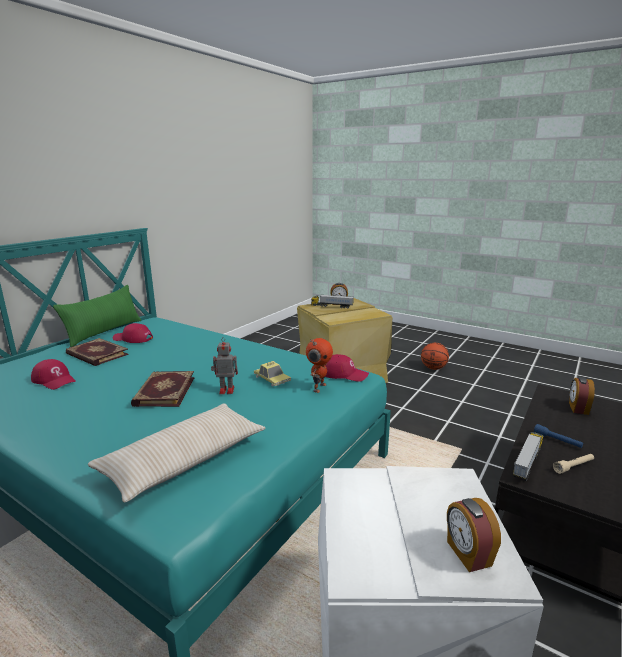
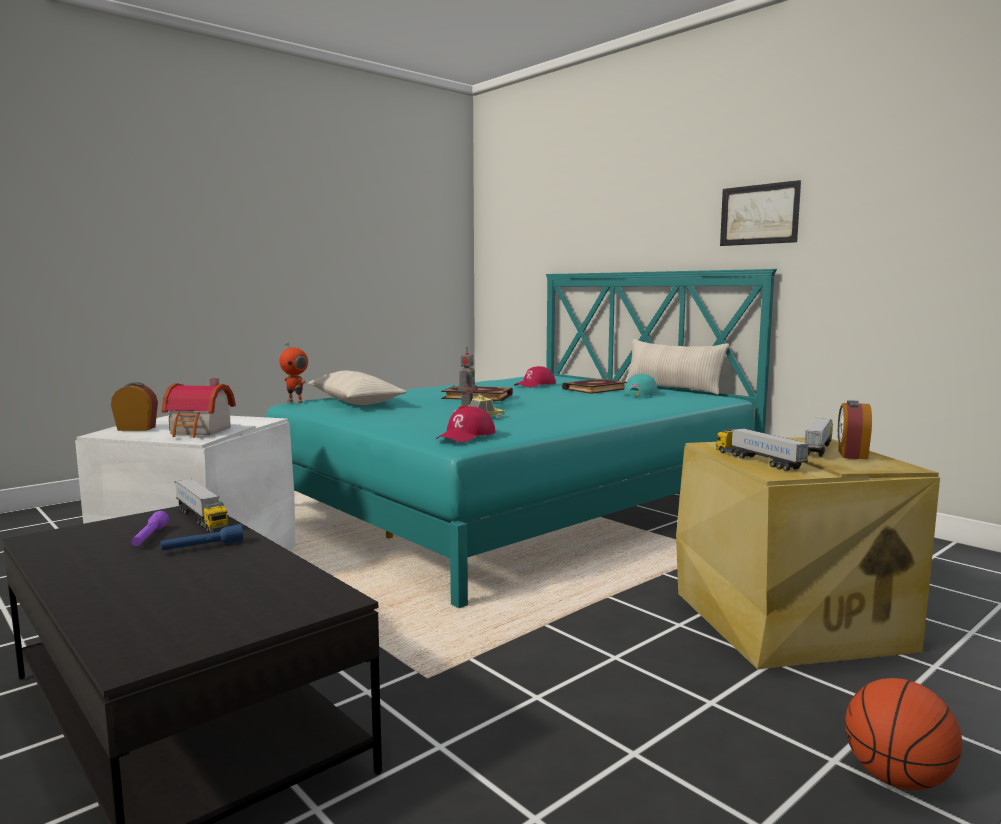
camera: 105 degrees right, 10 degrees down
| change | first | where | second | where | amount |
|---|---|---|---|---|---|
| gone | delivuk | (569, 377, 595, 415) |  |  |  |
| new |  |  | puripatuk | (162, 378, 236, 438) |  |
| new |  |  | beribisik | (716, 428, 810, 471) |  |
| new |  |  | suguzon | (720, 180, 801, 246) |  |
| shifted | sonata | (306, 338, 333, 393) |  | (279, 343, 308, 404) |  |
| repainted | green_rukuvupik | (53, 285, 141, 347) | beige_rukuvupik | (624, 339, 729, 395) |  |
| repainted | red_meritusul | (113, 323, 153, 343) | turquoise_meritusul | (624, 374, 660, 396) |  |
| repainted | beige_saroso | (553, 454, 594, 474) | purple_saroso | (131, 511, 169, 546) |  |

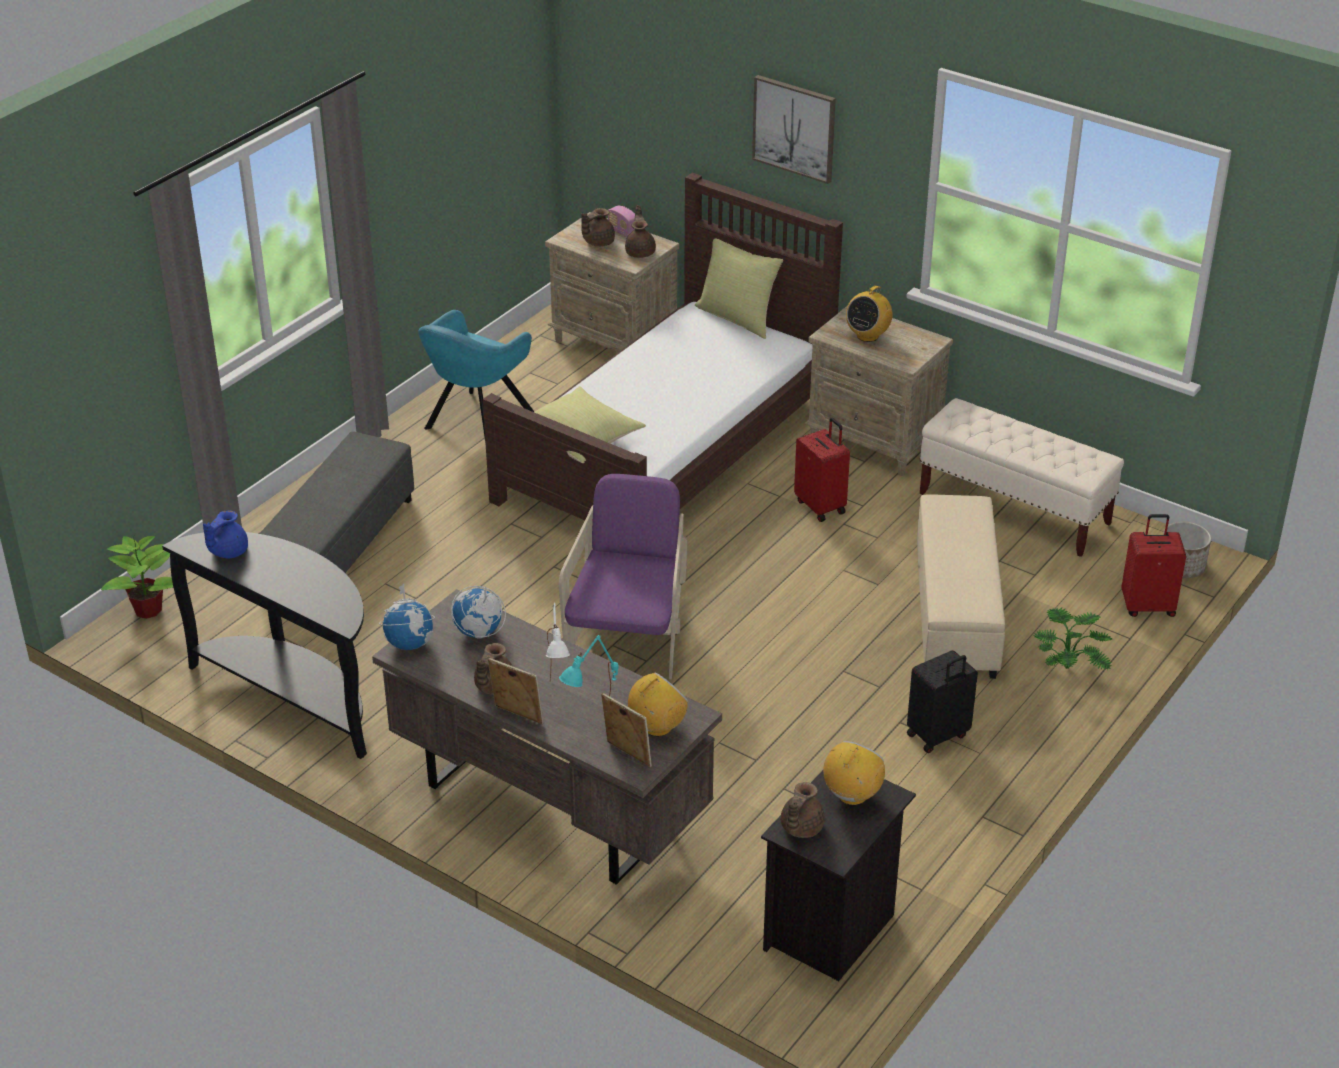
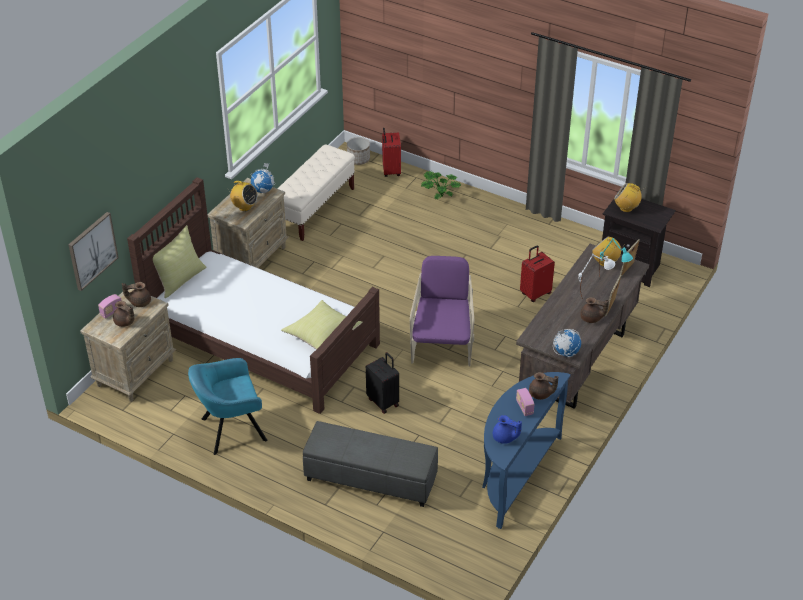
camera: 95 degrees left, 5 degrees up
| change | first | where | second | where | amount |
|---|---|---|---|---|---|
| gone | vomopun | (101, 536, 173, 619) |  |  |  |
| gone | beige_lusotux | (917, 494, 1005, 679) |  |  |  |
| new |  |  | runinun | (516, 388, 534, 416) |  |
| shifted | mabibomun | (451, 586, 506, 639) |  | (251, 163, 275, 193) |  |
| shifted | suguzon | (752, 75, 836, 184) |  | (68, 212, 119, 291) |  |
| shifted | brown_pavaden | (780, 782, 825, 838) |  | (529, 372, 558, 400) |  |
| shifted | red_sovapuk | (794, 418, 850, 522) |  | (520, 245, 555, 302) |  |
| shifted | black_sovapuk | (907, 650, 978, 753) |  | (366, 352, 399, 414) |  |
| repainted | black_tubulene | (162, 532, 367, 759) | blue_tubulene | (482, 372, 571, 529) |  |
| rotated | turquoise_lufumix | (418, 310, 534, 444) |  | (188, 358, 268, 455) | 135 degrees clockwise |
| rotated | purple_lufumix | (559, 474, 688, 679) |  | (410, 256, 474, 367) | 90 degrees clockwise |

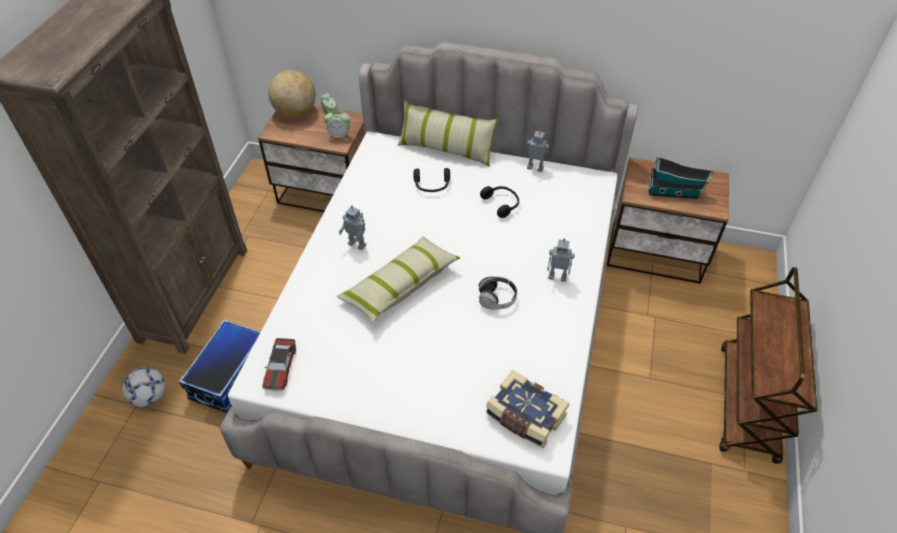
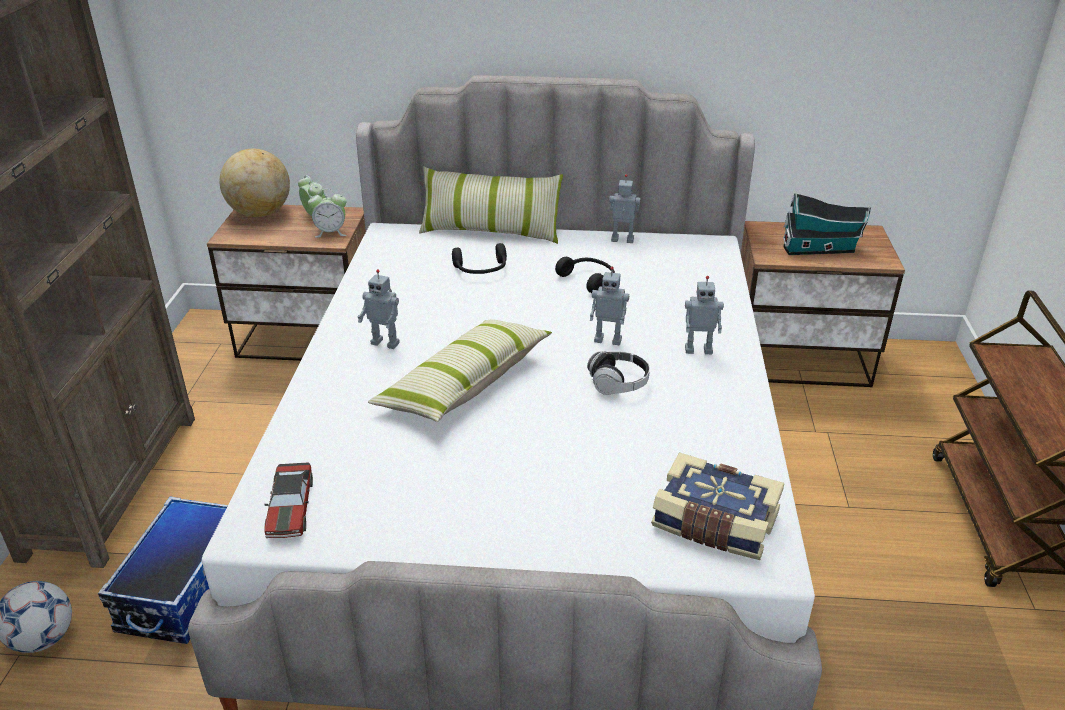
camera: 10 degrees left, 15 degrees down
| change | first | where | second | where | amount |
|---|---|---|---|---|---|
| new |  |  | sonata | (590, 267, 629, 345) |  |

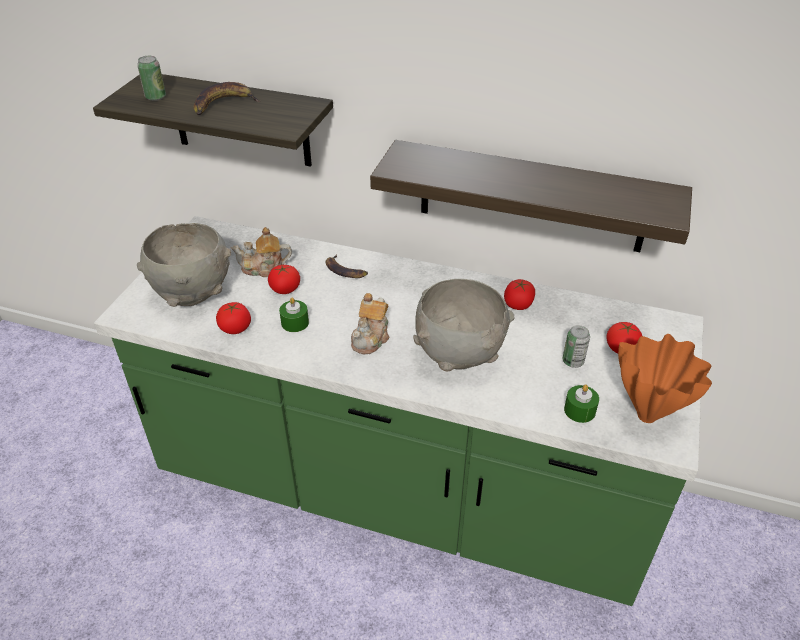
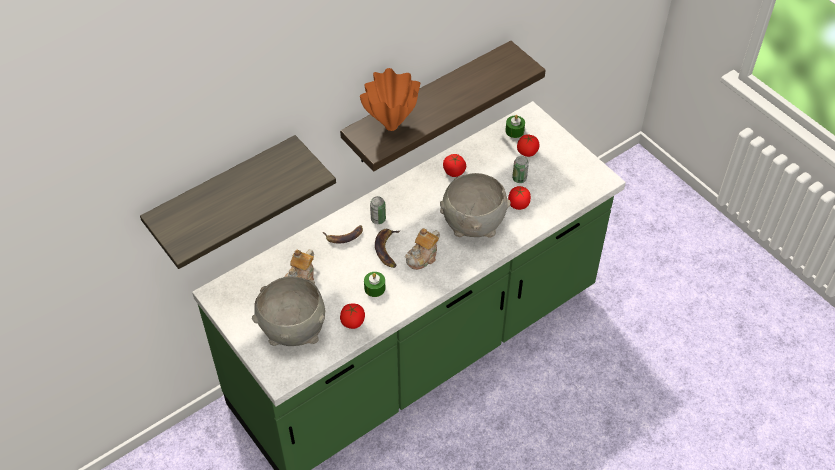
camera: 55 degrees left, 10 degrees up
| change | first | where | second | where | amount |
|---|---|---|---|---|---|
| shifted | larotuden | (137, 56, 166, 101) |  | (370, 196, 386, 224) |  |
| shifted | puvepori | (194, 82, 261, 115) |  | (375, 229, 400, 268) |  |
| shifted | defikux | (268, 265, 300, 294) |  | (508, 186, 531, 210) |  |
| shifted | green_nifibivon | (564, 385, 599, 423) |  | (505, 115, 525, 138) |  |
| shifted | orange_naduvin | (618, 334, 712, 423) |  | (360, 68, 420, 131) |  |
| rotated | pavaden | (351, 293, 390, 354) |  | (405, 228, 440, 270) | 75 degrees clockwise |

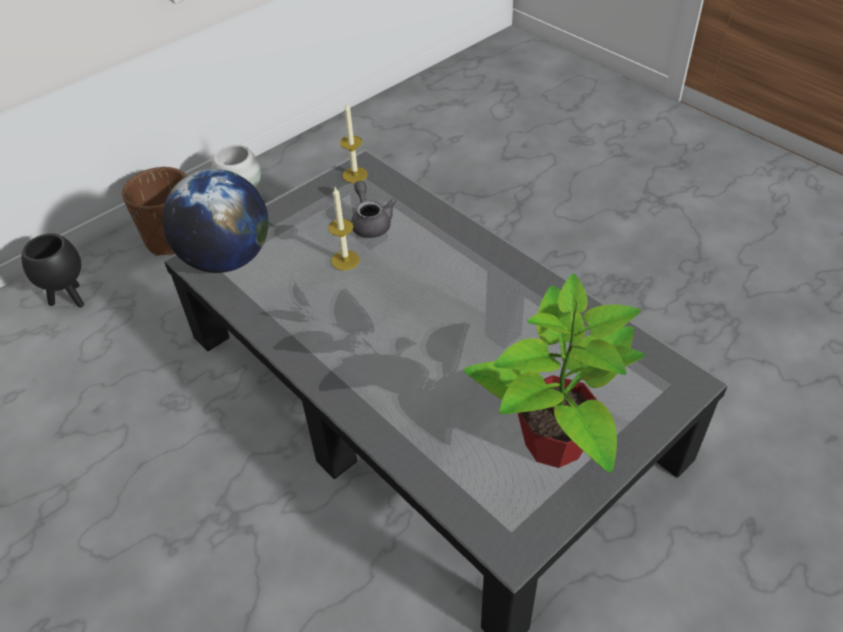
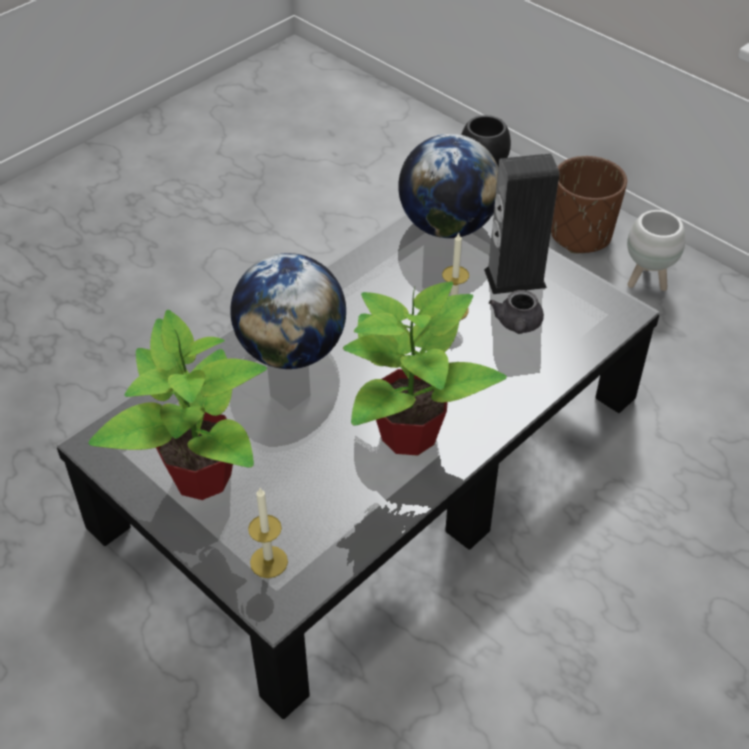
camera: 85 degrees right, 0 degrees up
| change | first | where | second | where | amount |
|---|---|---|---|---|---|
| new |  |  | mabibomun | (230, 253, 346, 369) |  |
| new |  |  | vomopun | (343, 282, 507, 456) |  |
| new |  |  | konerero | (484, 153, 559, 294) |  |
| shifted | nifibivon | (340, 102, 368, 183) |  | (248, 488, 288, 578) |  |
| rotated | grey_pavaden | (351, 181, 396, 238) |  | (489, 290, 544, 334) | 120 degrees clockwise |

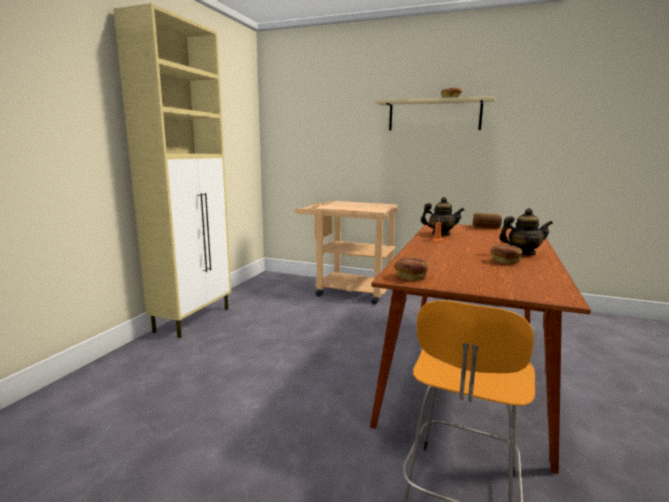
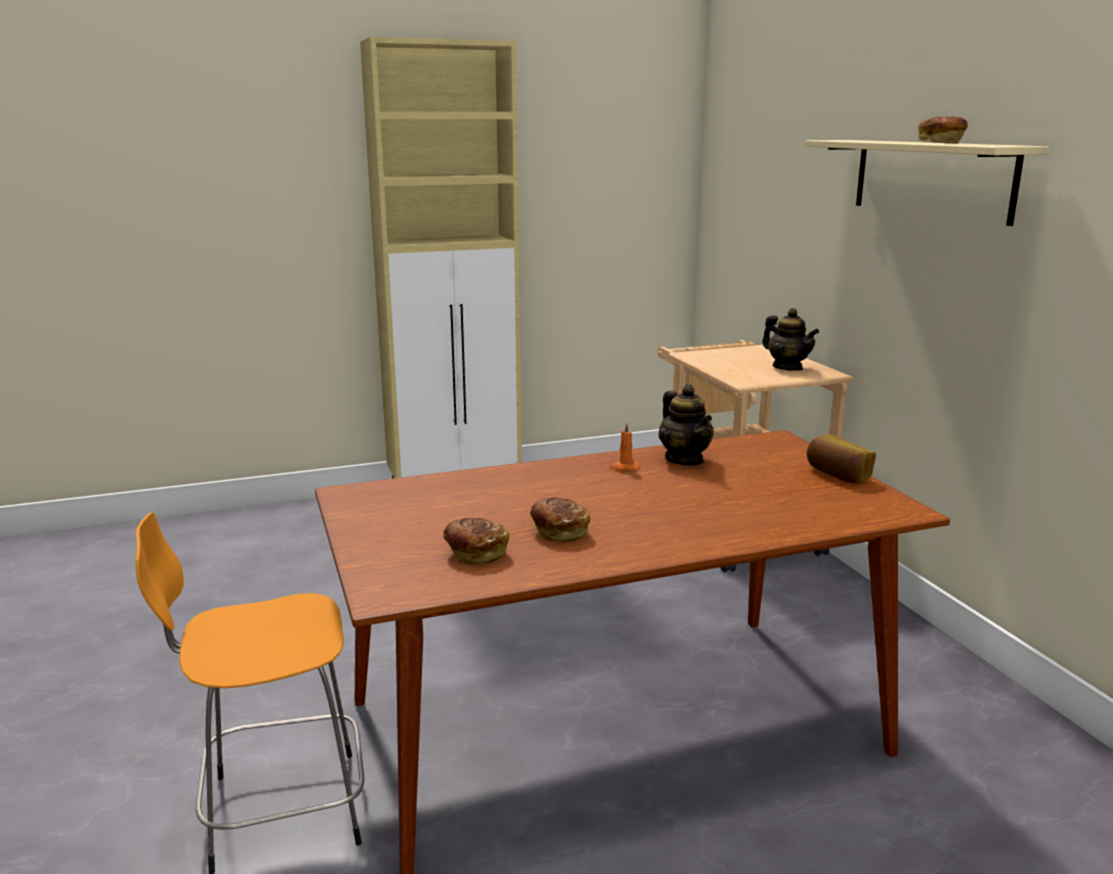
camera: 50 degrees right, 5 degrees up
| change | first | where | second | where | amount |
|---|---|---|---|---|---|
| shifted | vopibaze | (394, 258, 429, 281) |  | (443, 518, 509, 564) |  |
| shifted | pavaden | (499, 208, 553, 256) |  | (762, 308, 819, 371) |  |

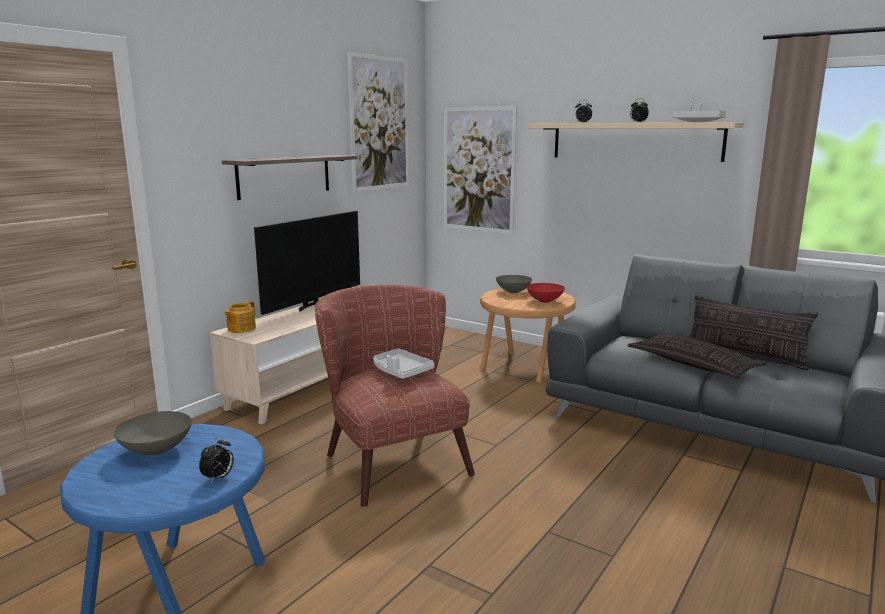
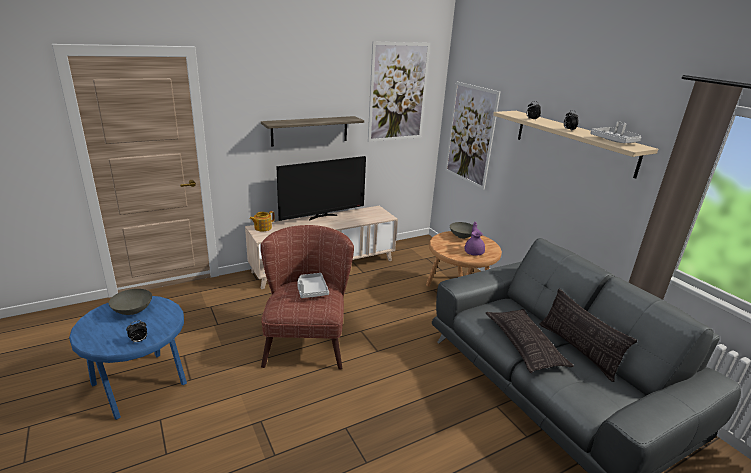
camera: 25 degrees right, 10 degrees up
| change | first | where | second | where | amount |
|---|---|---|---|---|---|
| swapped | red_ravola | (526, 283, 565, 303) | purple_pavaden | (465, 222, 485, 256) |  |

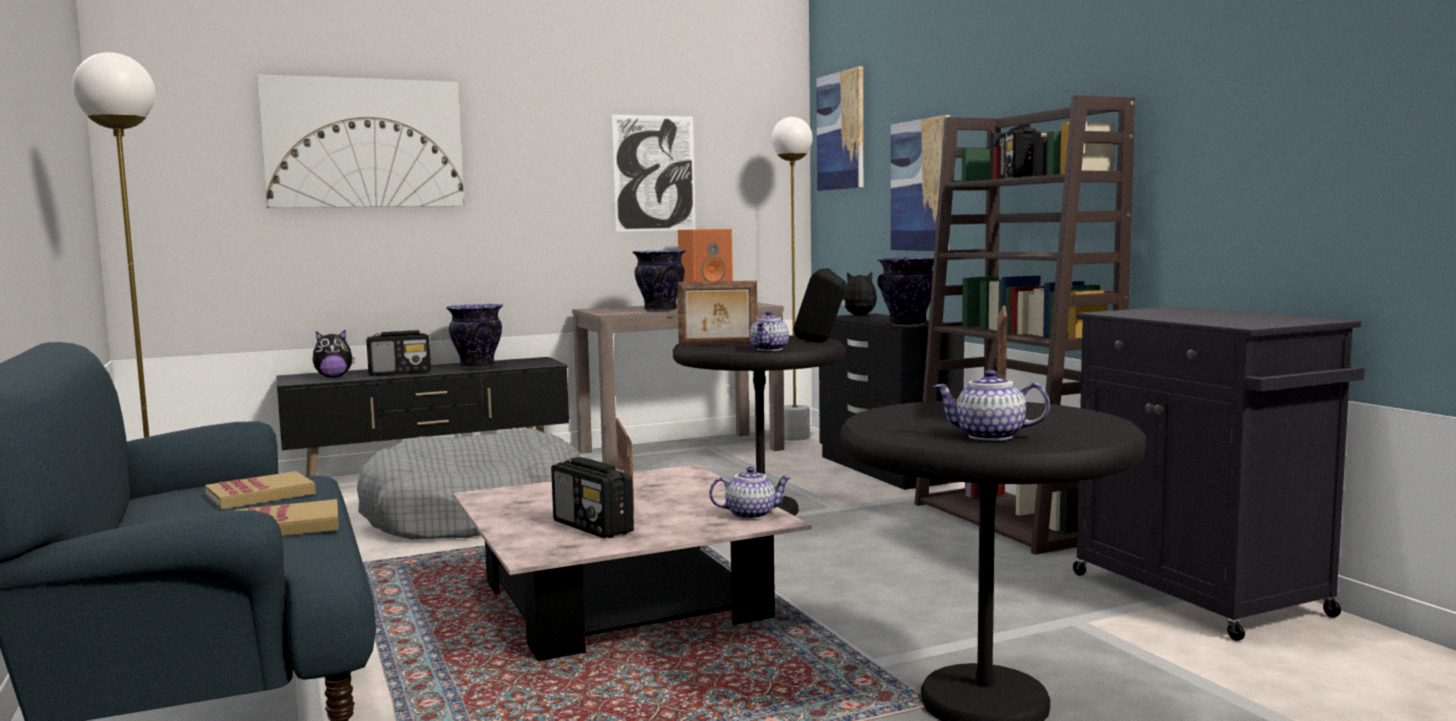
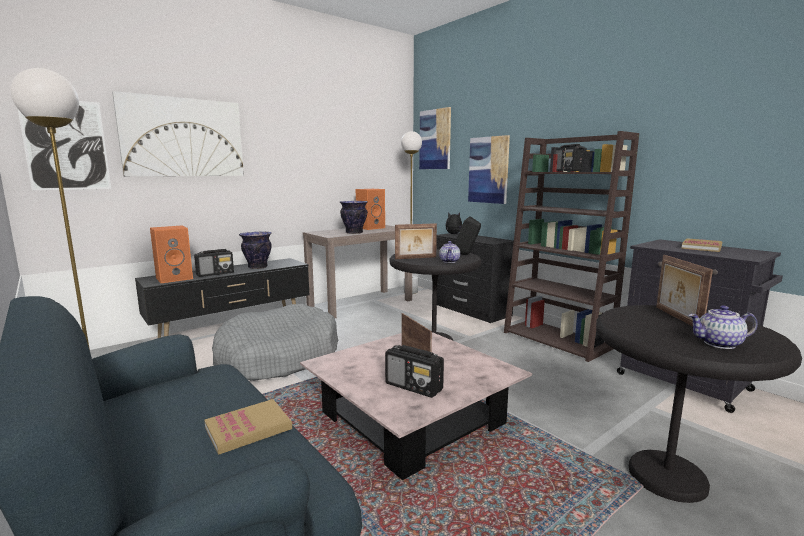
camera: 15 degrees left, 5 degrees up
| change | first | where | second | where | amount |
|---|---|---|---|---|---|
| gone | pavaden | (709, 467, 791, 519) |  |  |  |
| gone | naduvin | (877, 257, 934, 326) |  |  |  |
| shifted | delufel | (205, 471, 316, 509) |  | (681, 238, 722, 252) |  |
| shifted | suguzon | (612, 115, 696, 232) |  | (17, 101, 111, 190) |  |
| swapped | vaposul | (313, 330, 355, 377) | orange_konerero | (150, 225, 193, 283) |  |

